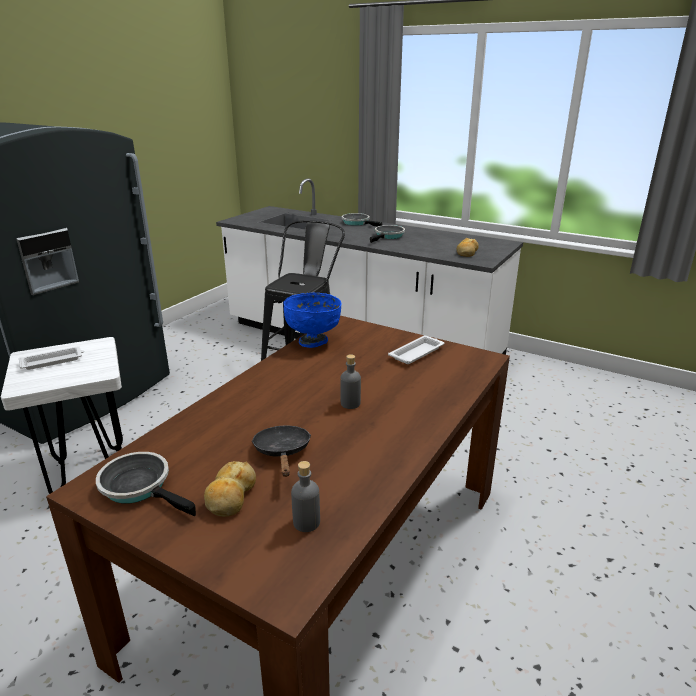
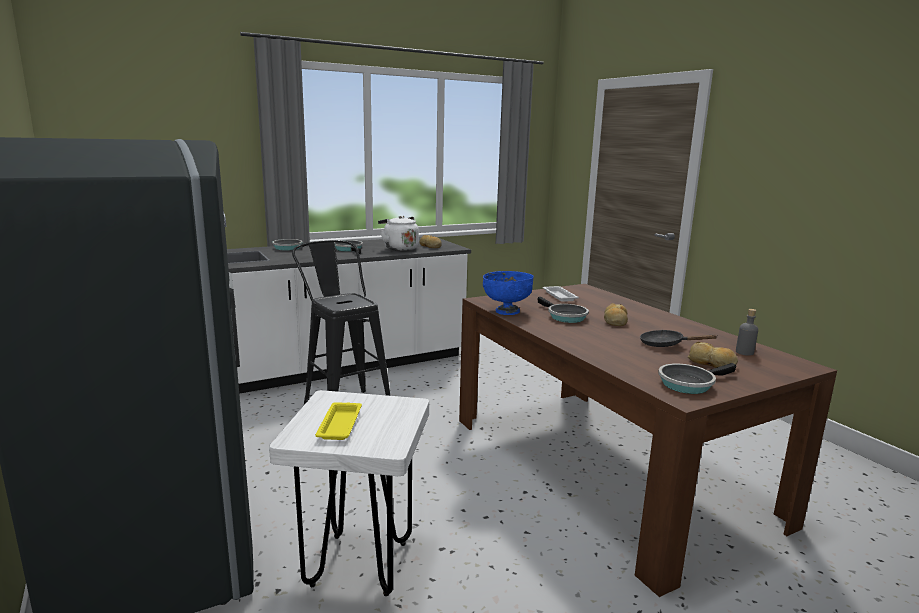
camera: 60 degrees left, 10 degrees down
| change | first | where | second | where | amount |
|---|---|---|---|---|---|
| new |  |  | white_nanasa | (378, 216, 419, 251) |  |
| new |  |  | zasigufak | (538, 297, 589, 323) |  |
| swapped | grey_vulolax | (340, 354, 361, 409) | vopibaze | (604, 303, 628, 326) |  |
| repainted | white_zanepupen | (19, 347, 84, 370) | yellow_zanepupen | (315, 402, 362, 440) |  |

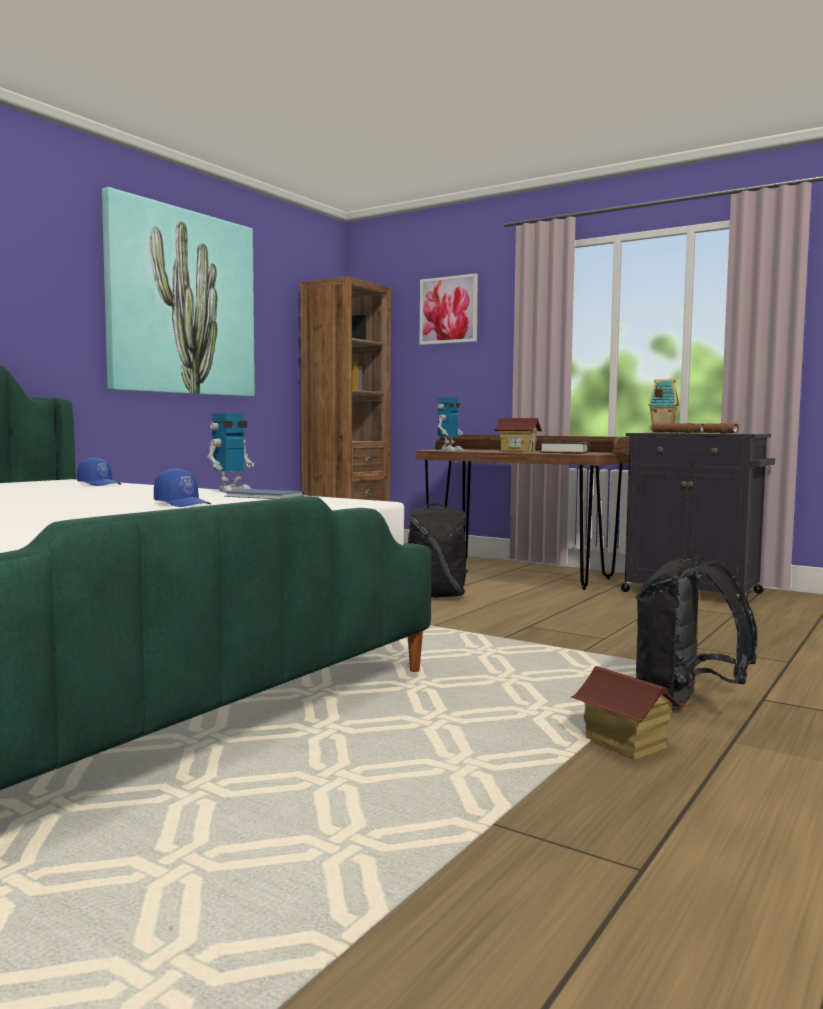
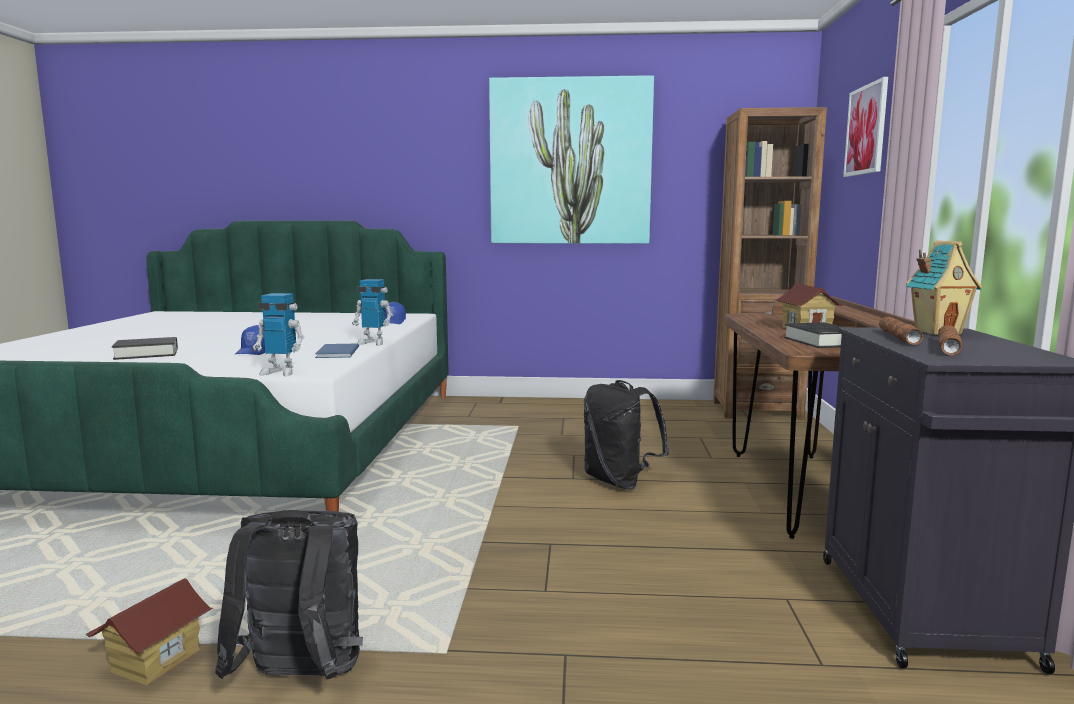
camera: 60 degrees right, 5 degrees up
| change | first | where | second | where | amount |
|---|---|---|---|---|---|
| new |  |  | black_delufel | (112, 337, 178, 360) |  |
| shifted | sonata | (437, 398, 464, 451) |  | (253, 293, 304, 376) |  |

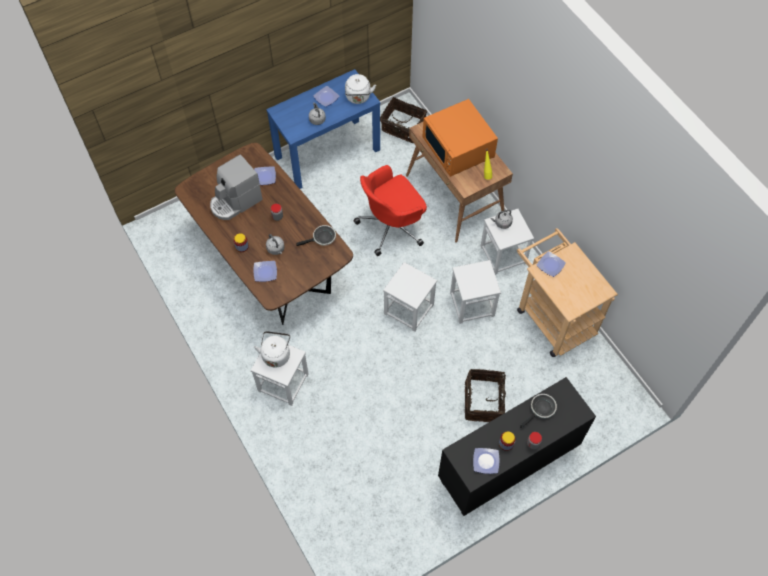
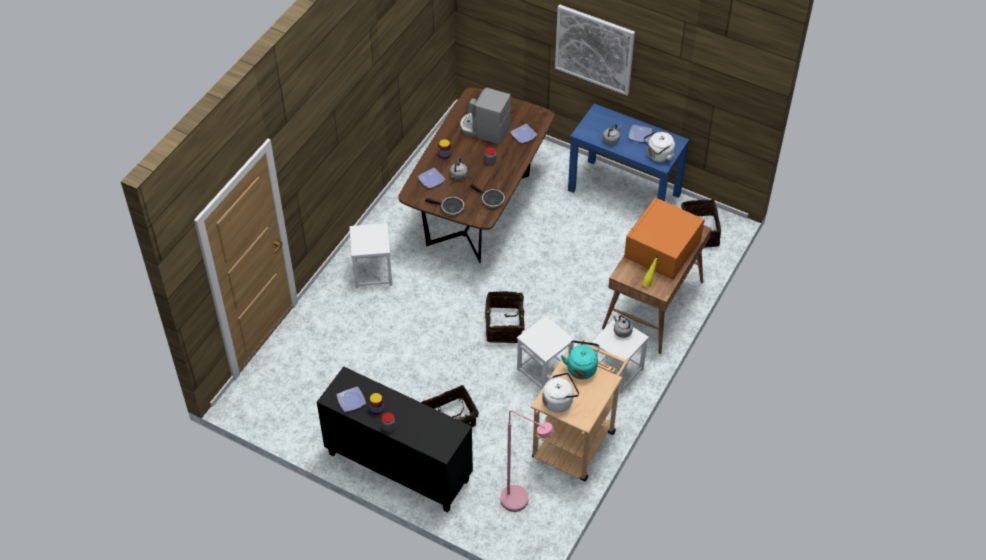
camera: 60 degrees right, 10 degrees down
| change | first | where | second | where | amount |
|---|---|---|---|---|---|
| gone | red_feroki | (354, 165, 427, 256) |  |  |  |
| new |  |  | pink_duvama | (500, 410, 554, 512) |  |
| new |  |  | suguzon | (555, 4, 635, 96) |  |
| shifted | white_nanasa | (254, 331, 290, 368) |  | (542, 373, 579, 413) |  |
| shifted | zasigufak | (520, 394, 557, 428) |  | (425, 197, 464, 216) |  |
| swapped | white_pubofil | (383, 262, 437, 332) | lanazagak | (485, 291, 525, 343) |  |
| swapped | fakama | (537, 251, 566, 277) | turquoise_nanasa | (561, 341, 599, 379) |  |

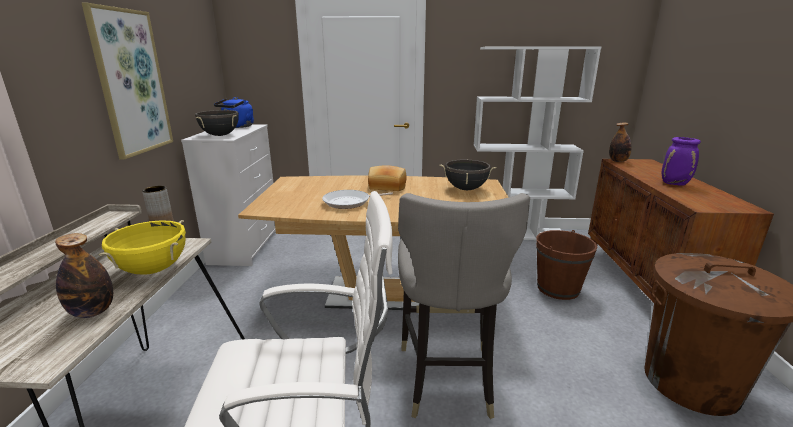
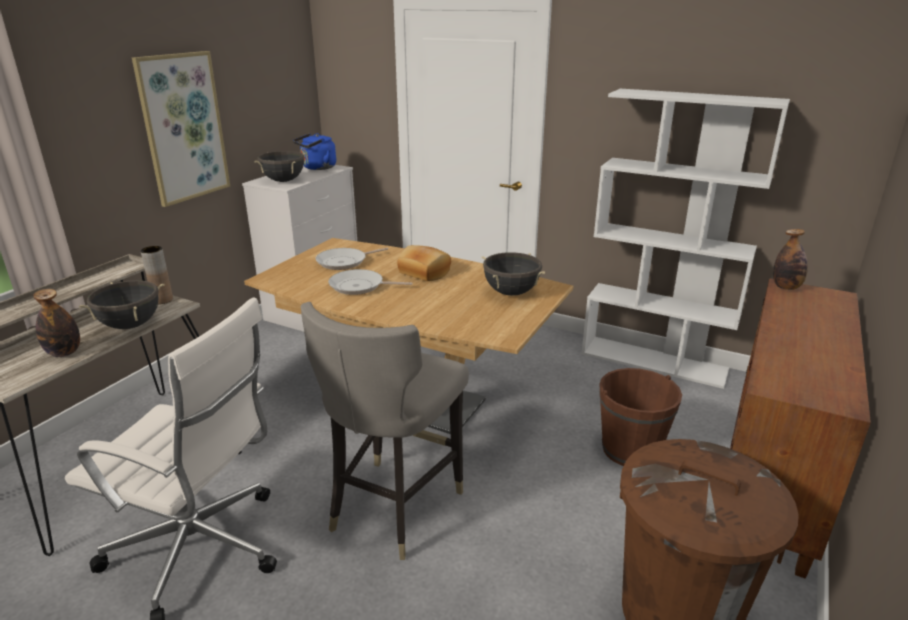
camera: 25 degrees right, 5 degrees up
| change | first | where | second | where | amount |
|---|---|---|---|---|---|
| gone | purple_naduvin | (662, 137, 701, 186) |  |  |  |
| new |  |  | zasigufak | (316, 248, 388, 270) |  |
| repainted | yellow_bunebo | (99, 220, 186, 275) | black_bunebo | (79, 280, 165, 329) |  |

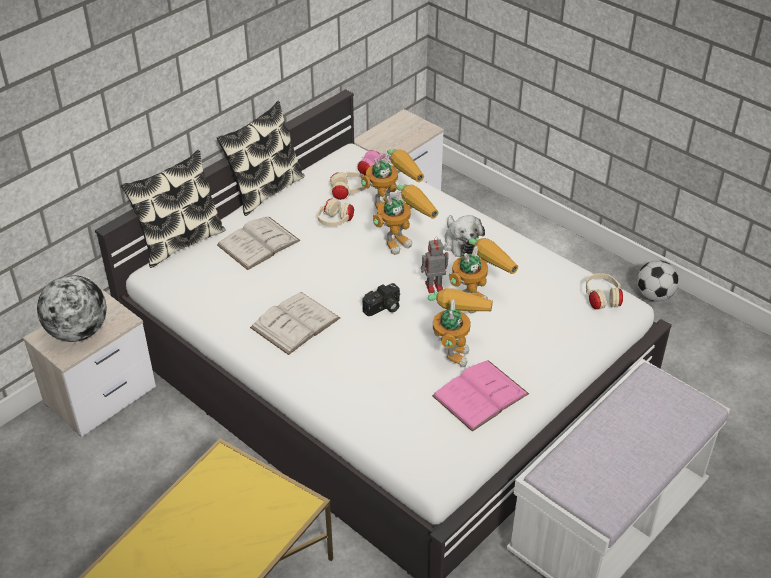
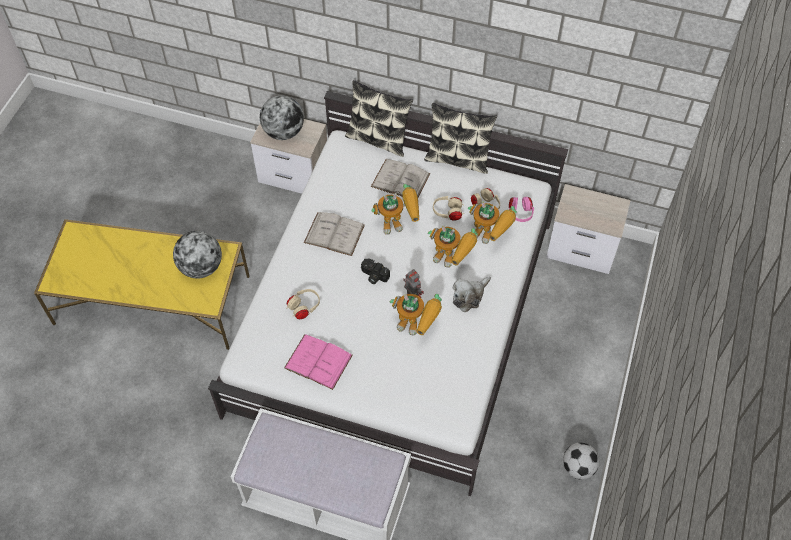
camera: 65 degrees right, 15 degrees up
| change | first | where | second | where | amount |
|---|---|---|---|---|---|
| new |  |  | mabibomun | (173, 231, 222, 279) |  |
| shifted | sonata | (428, 288, 493, 367) |  | (371, 184, 419, 235) |  |
| shifted | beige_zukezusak | (586, 273, 623, 310) |  | (286, 289, 320, 319) |  |

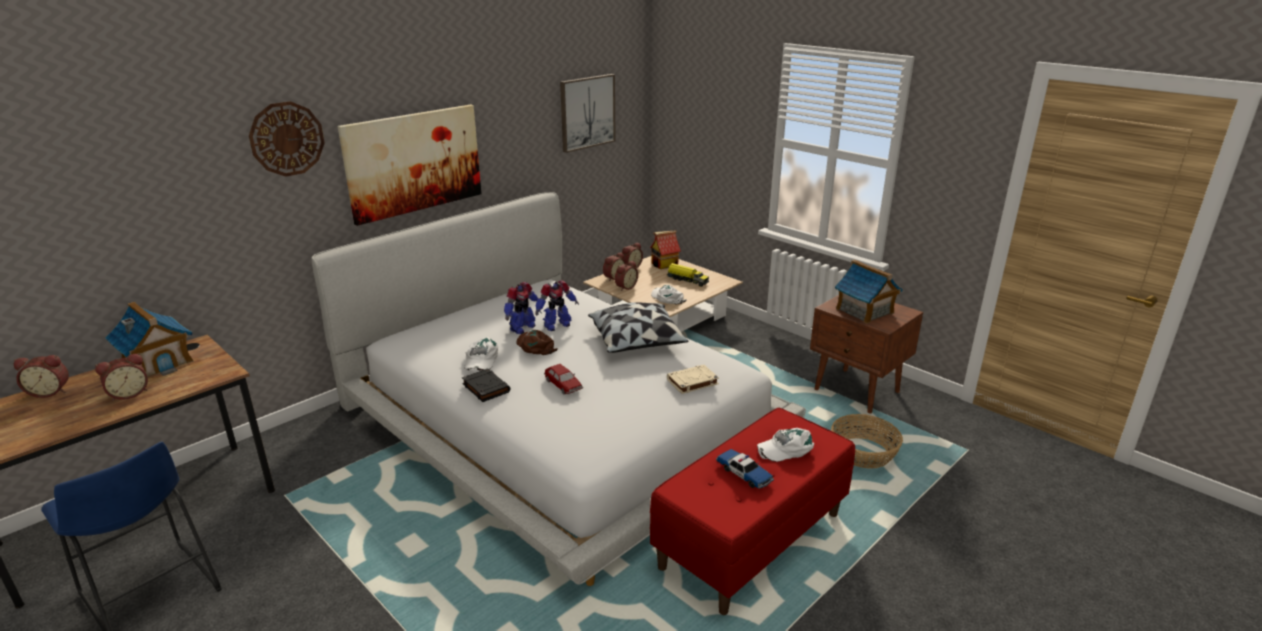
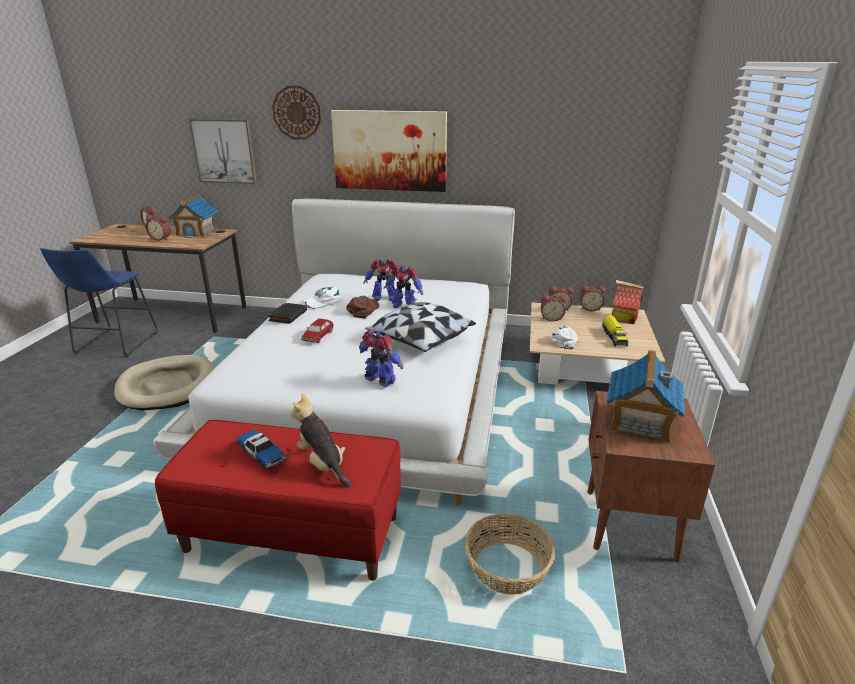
camera: 55 degrees right, 0 degrees up
| change | first | where | second | where | amount |
|---|---|---|---|---|---|
| new |  |  | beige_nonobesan | (114, 355, 215, 410) |  |
| shifted | suguzon | (560, 74, 616, 153) |  | (189, 119, 257, 184) |  |
| swapped | beige_delufel | (667, 365, 719, 394) | sonata | (359, 330, 403, 387) |  |
| swapped | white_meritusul | (757, 428, 814, 462) | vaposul | (290, 394, 352, 487) |  |
| rotated | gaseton | (716, 449, 774, 489) |  | (236, 430, 287, 468) | 60 degrees counterclockwise |

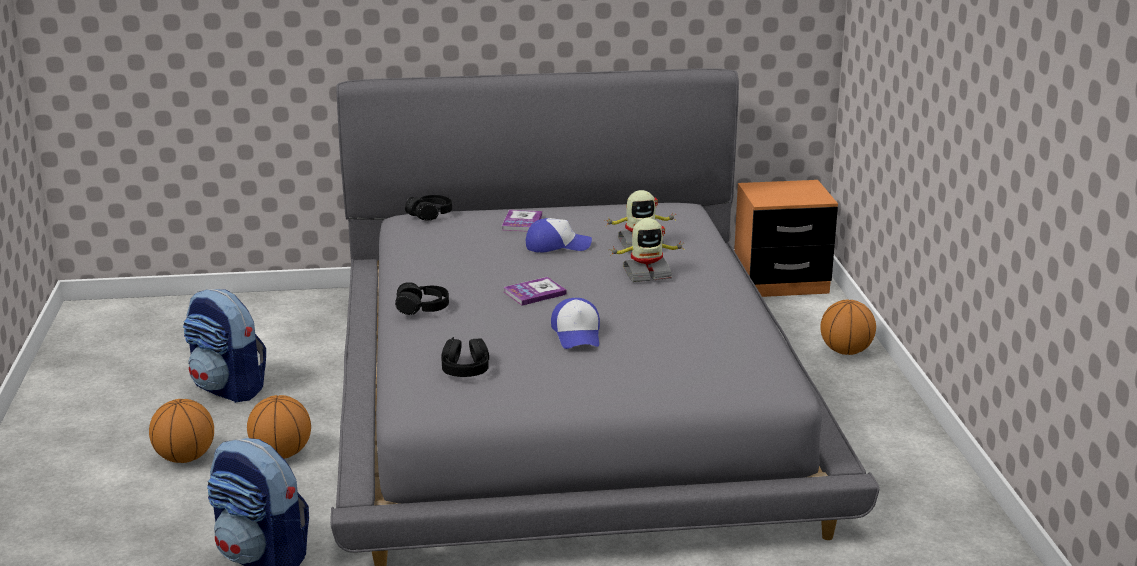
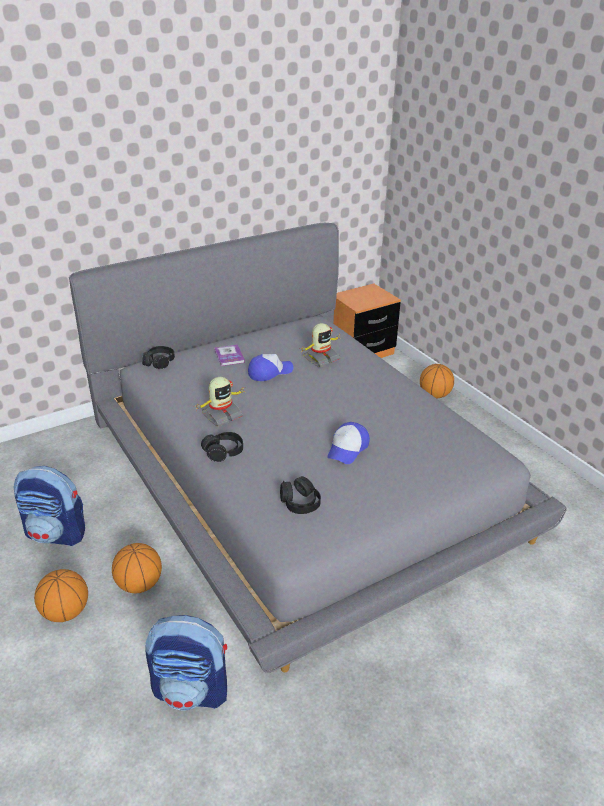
camera: 25 degrees left, 10 degrees up
| change | first | where | second | where | amount |
|---|---|---|---|---|---|
| gone | delufel | (504, 277, 567, 306) |  |  |  |
| shifted | sonata | (610, 218, 685, 282) |  | (196, 377, 245, 427) |  |
| rotated | meritusul | (551, 298, 600, 349) |  | (327, 422, 370, 464) | 60 degrees clockwise |

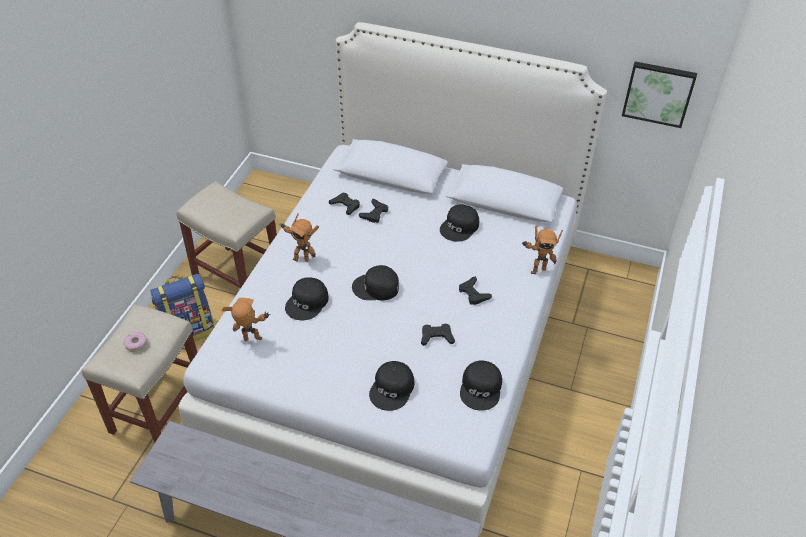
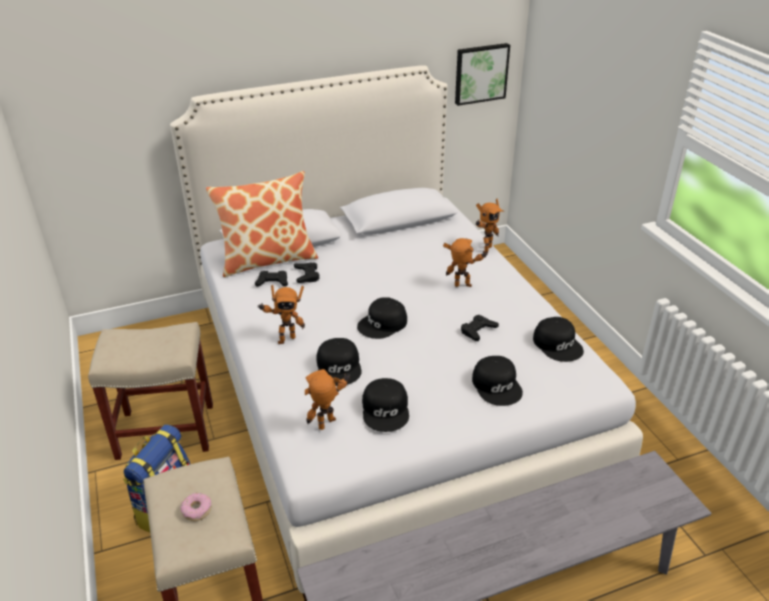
camera: 40 degrees left, 10 degrees down
| change | first | where | second | where | amount |
|---|---|---|---|---|---|
| new |  |  | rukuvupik | (206, 171, 318, 277) |  |
| shifted | black_meritusul | (440, 204, 479, 242) |  | (362, 378, 409, 432) |  |
| swapped | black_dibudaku | (459, 276, 492, 305) | sonata | (443, 238, 487, 287) |  |

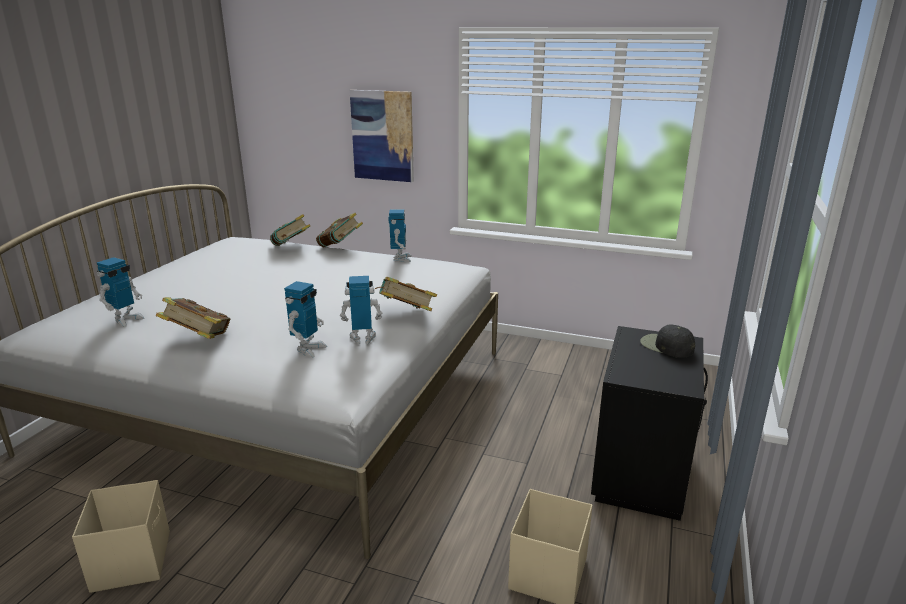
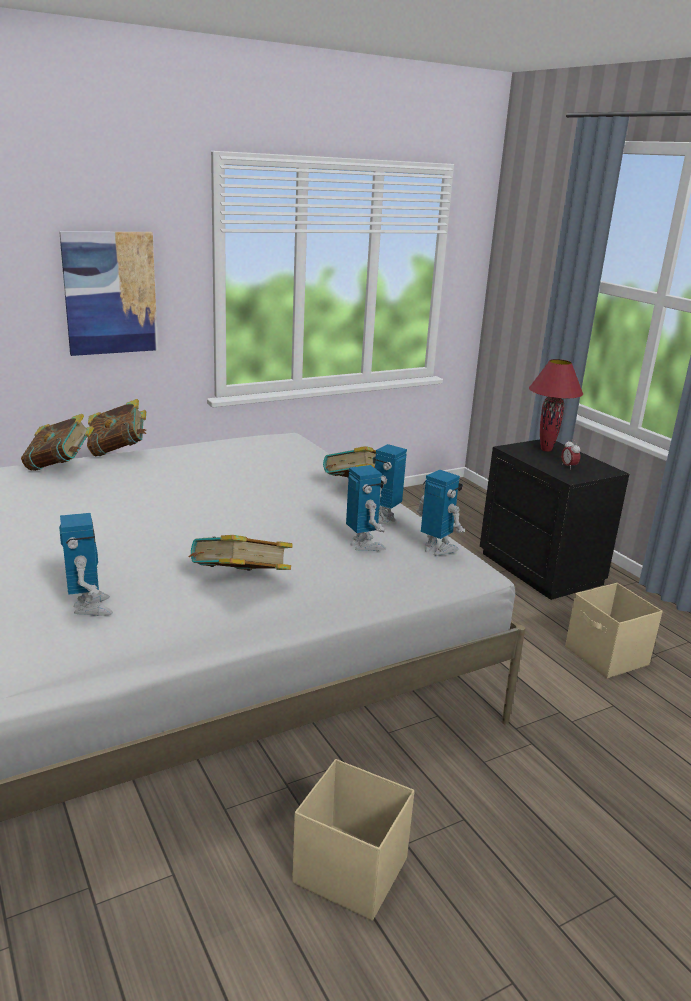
camera: 50 degrees left, 0 degrees up
| change | first | where | second | where | amount |
|---|---|---|---|---|---|
| new |  |  | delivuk | (561, 439, 580, 470) |  |
| shifted | sonata | (388, 209, 411, 262) |  | (416, 470, 465, 556) |  |
| swapped | black_meritusul | (640, 324, 695, 358) | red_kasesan | (529, 359, 583, 452) |  |

